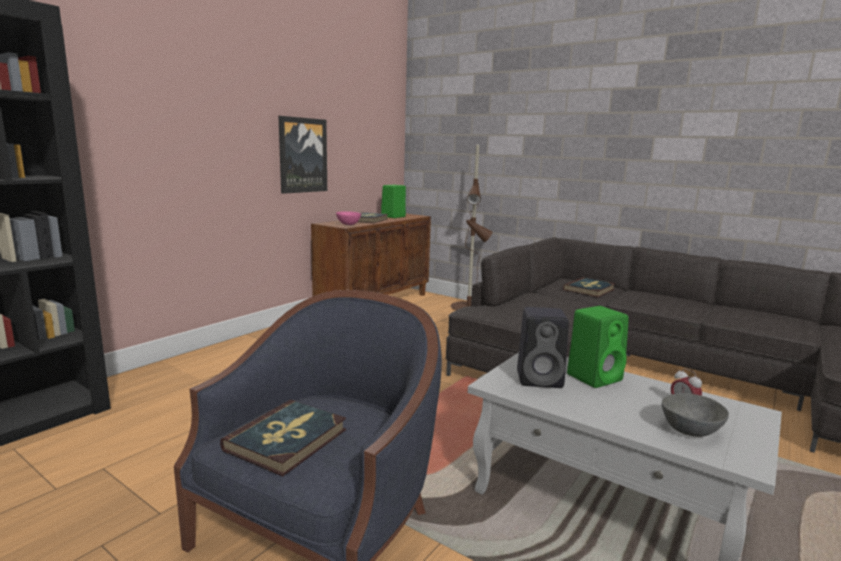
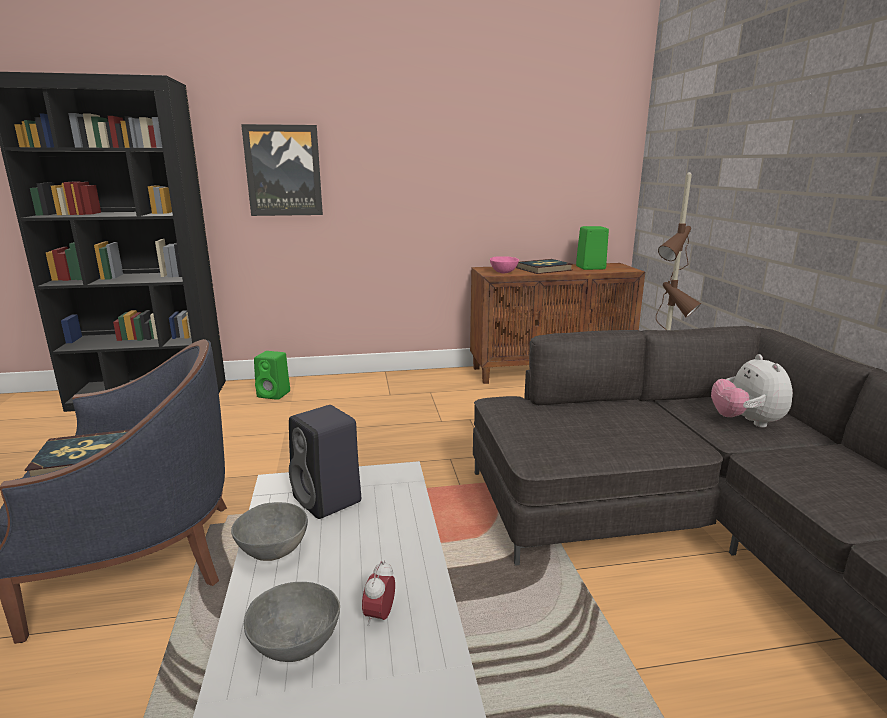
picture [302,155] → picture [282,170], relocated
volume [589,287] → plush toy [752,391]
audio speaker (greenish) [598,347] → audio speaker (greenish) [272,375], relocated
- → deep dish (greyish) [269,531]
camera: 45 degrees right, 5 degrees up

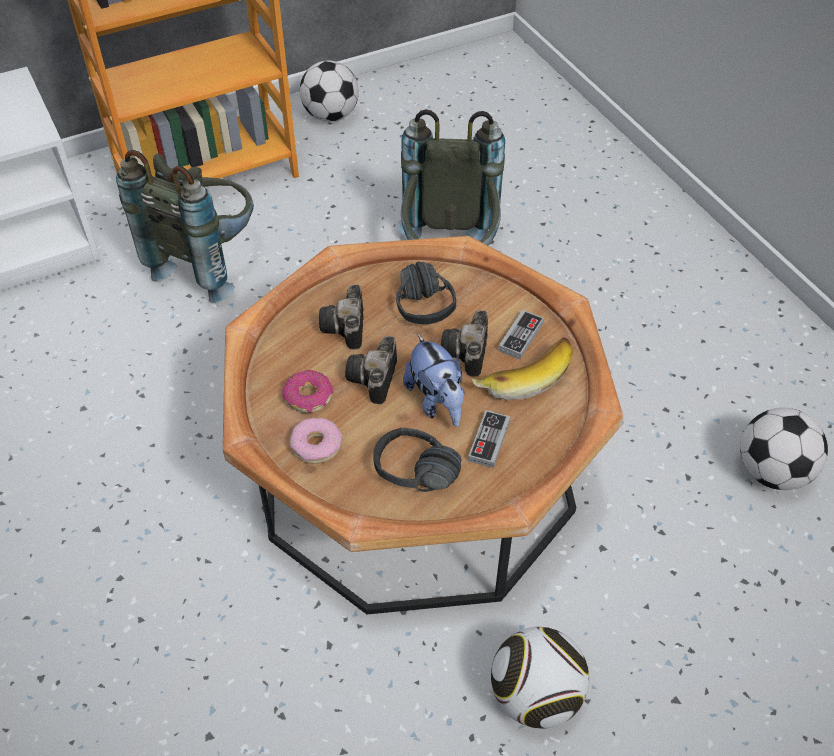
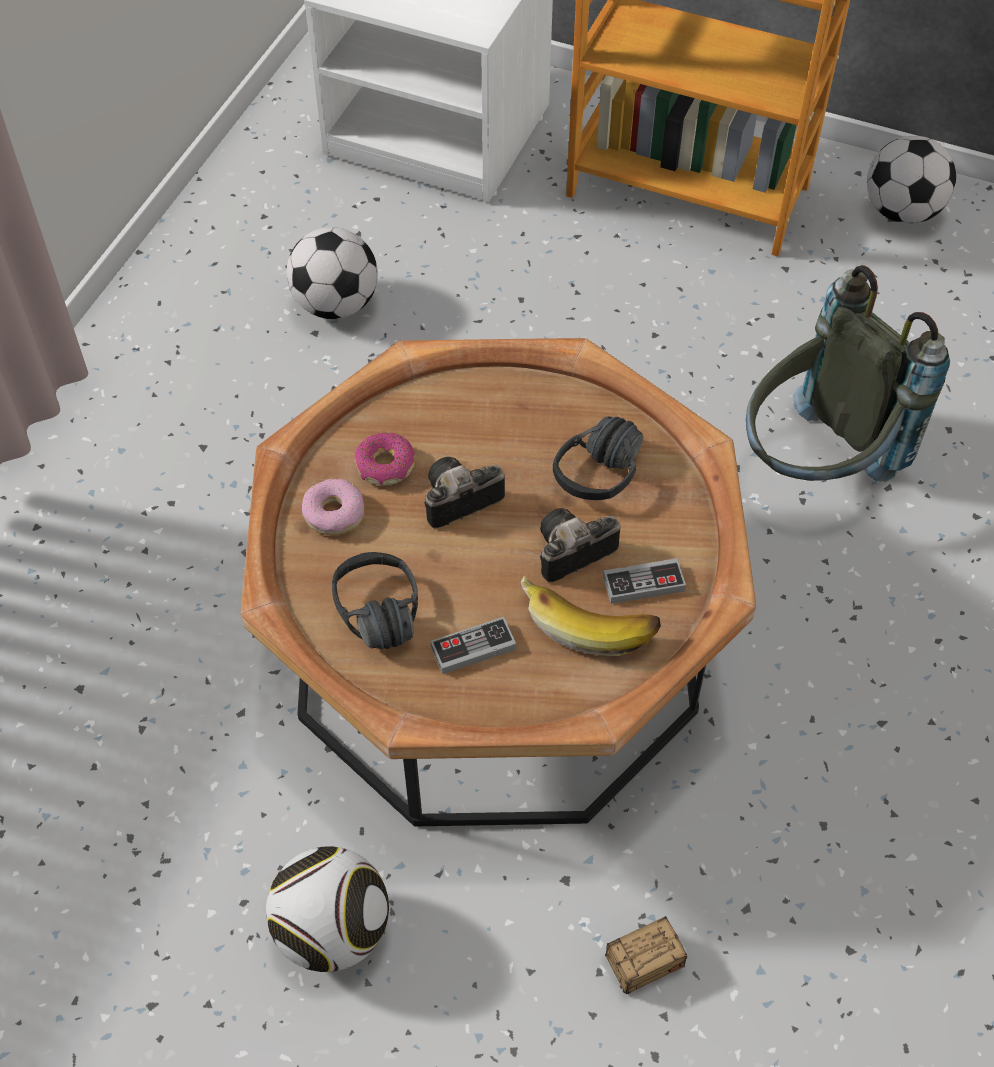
backpack (greyish) [185,226] → -
photo camera [341,317] → -
plush toy [434,380] → -
football [784,449] → football [332,273], relocated
- → storage bin [681,920]
camera: 50 degrees right, 5 degrees up

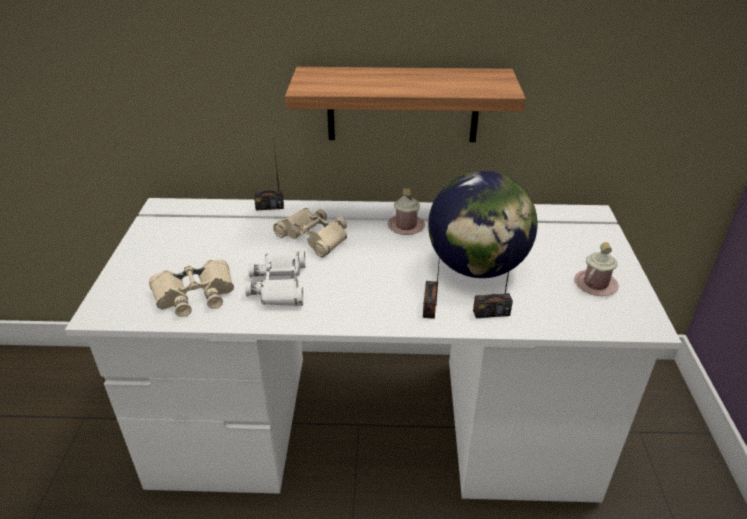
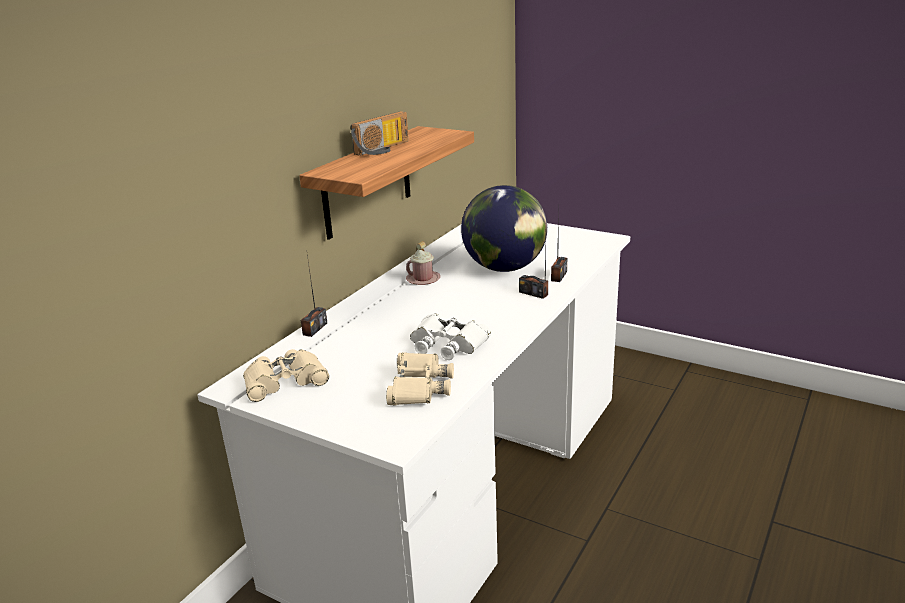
binoculars (beige) [310,232] → binoculars (beige) [286,375], relocated
coffee mug (pink-coloured) [596,269] → -
- → radio [380,133]
camera: 60 degrees left, 10 degrees down

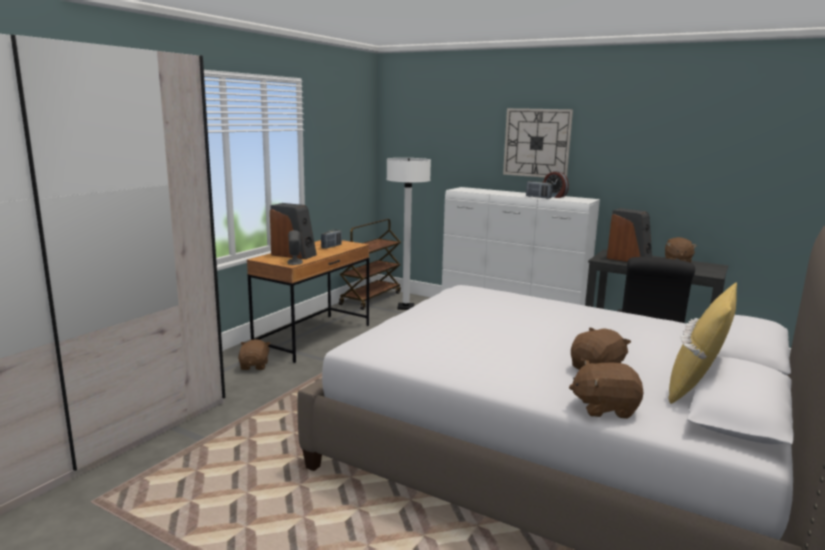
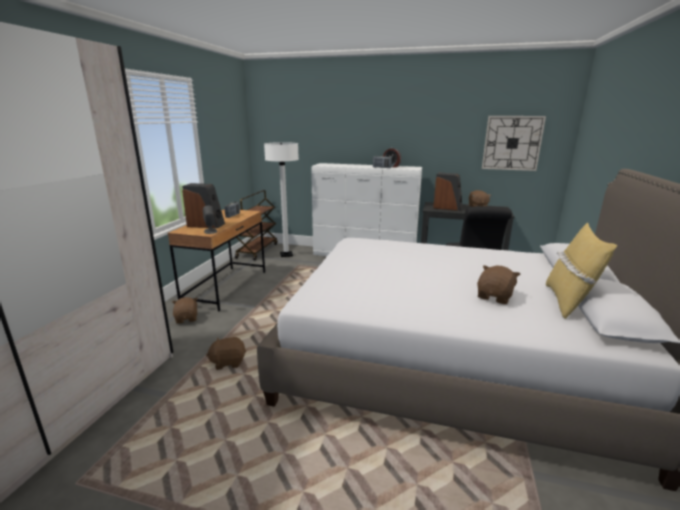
hanging clock [538,143] → hanging clock [514,143], relocated
plush toy (brownish) [606,389] → plush toy (brownish) [226,353], relocated
camera: 15 degrees left, 5 degrees up

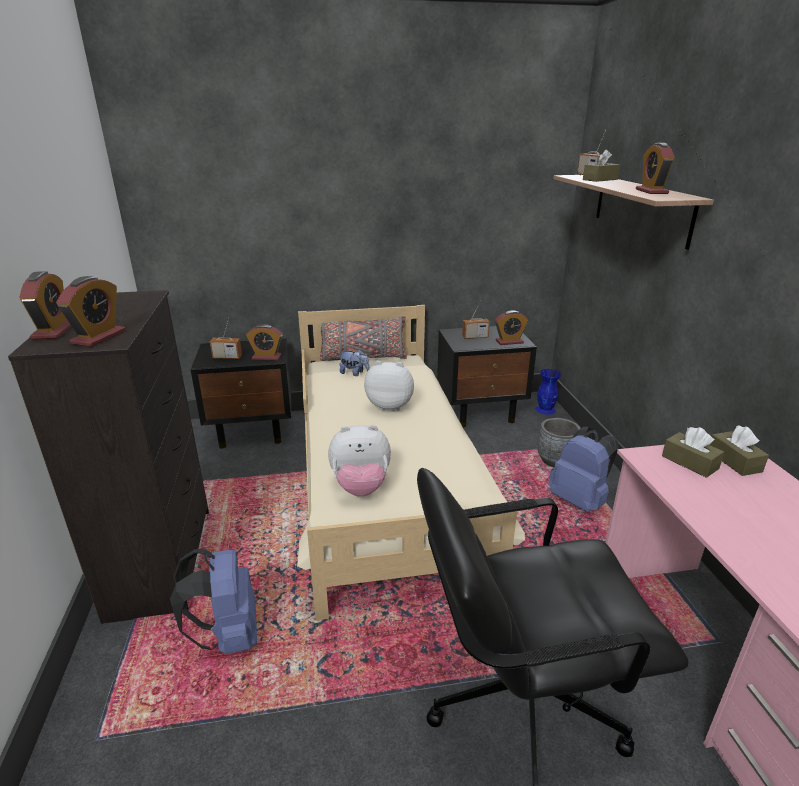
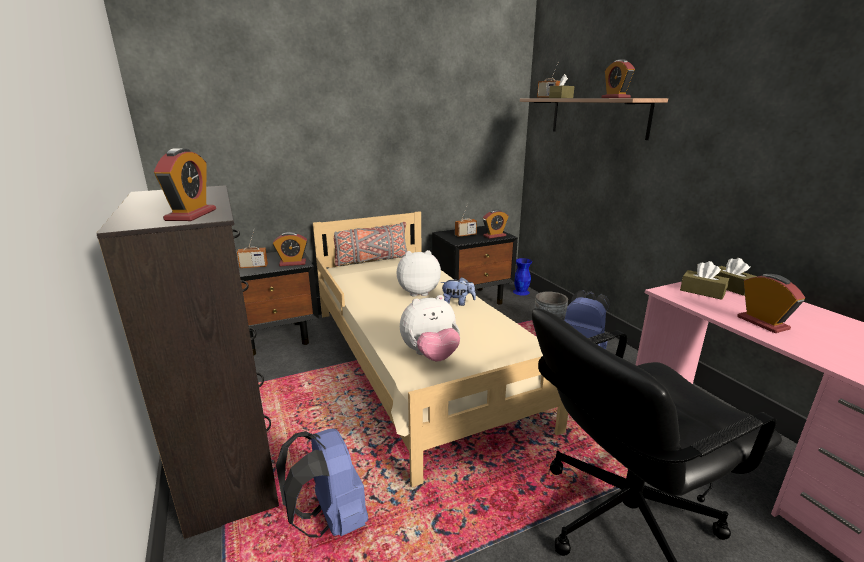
alarm clock [45,305] → alarm clock [771,303], relocated
plush toy [354,362] → plush toy [458,291], relocated
camera: 15 degrees left, 5 degrees down

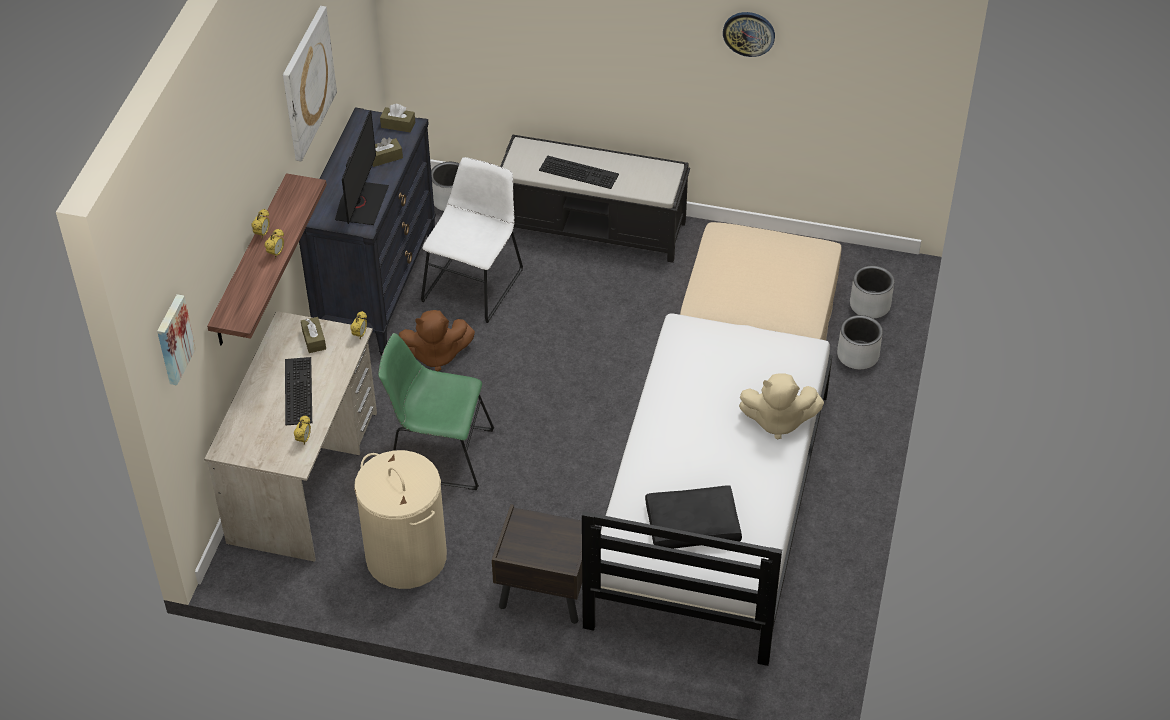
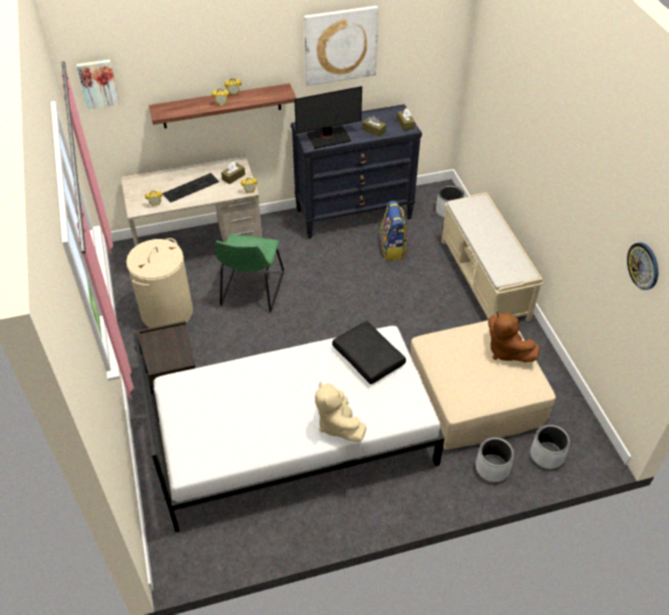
hanging clock [749,34] → hanging clock [642,266], relocated
bench (black-coloured) [595,199] → bench (beige) [492,256]
computer keyboard [579,172] → -
plain chair (white) [472,240] → backpack [393,230]
plush toy (brownish) [437,340] → plush toy (brownish) [513,336], relocated
plain chair (greenish) [436,411] → plain chair (greenish) [249,273], 150 degrees counterclockwise
cushion (black-coloured) [693,517] → cushion (black-coloured) [369,353], relocated
camera: 60 degrees right, 0 degrees up

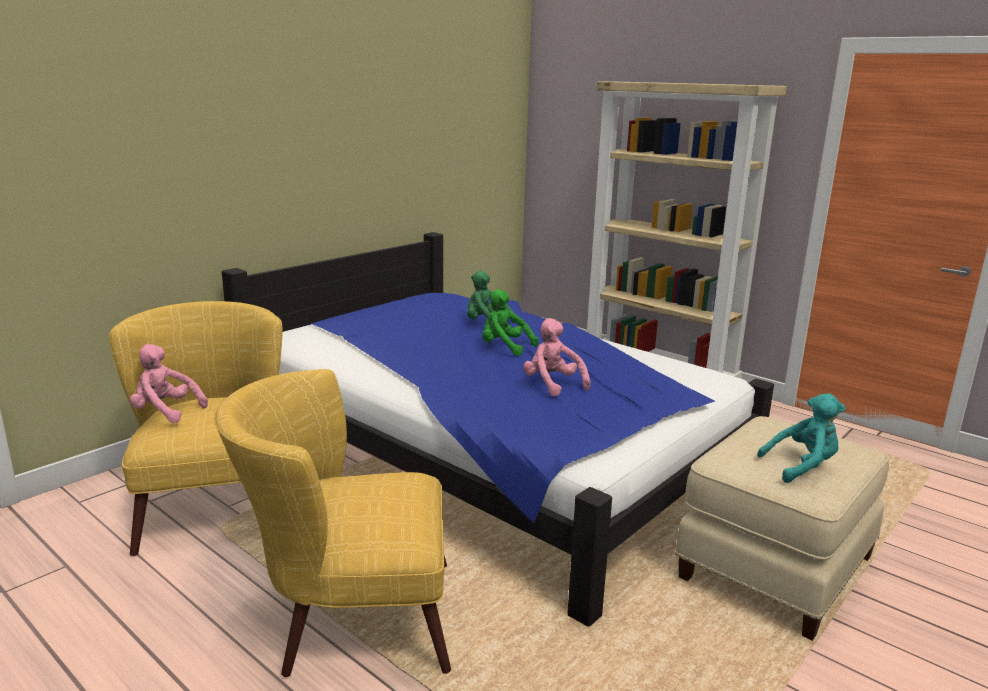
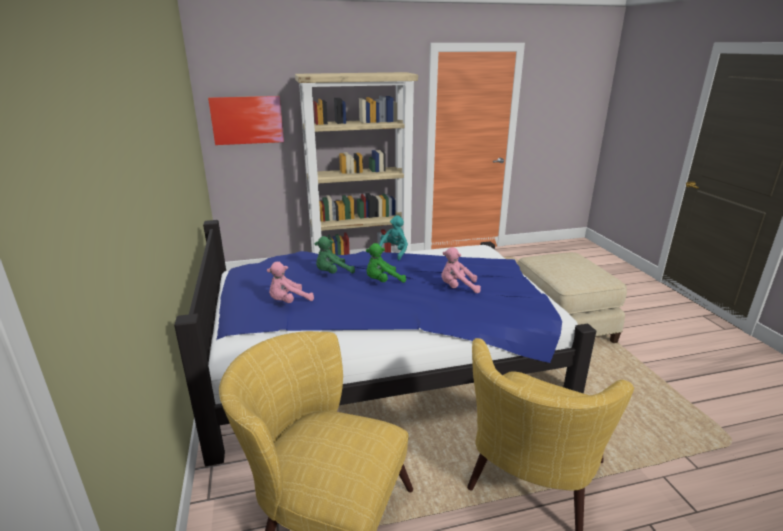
plush toy (pink-coloured) [169,383] → plush toy (pink-coloured) [290,282], relocated
plush toy (blue-green) [801,438] → plush toy (blue-green) [393,237], relocated
- → picture [246,120]
camera: 55 degrees left, 5 degrees up

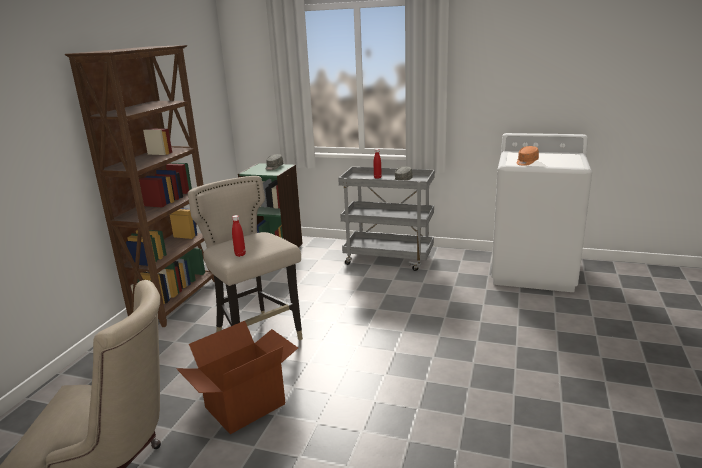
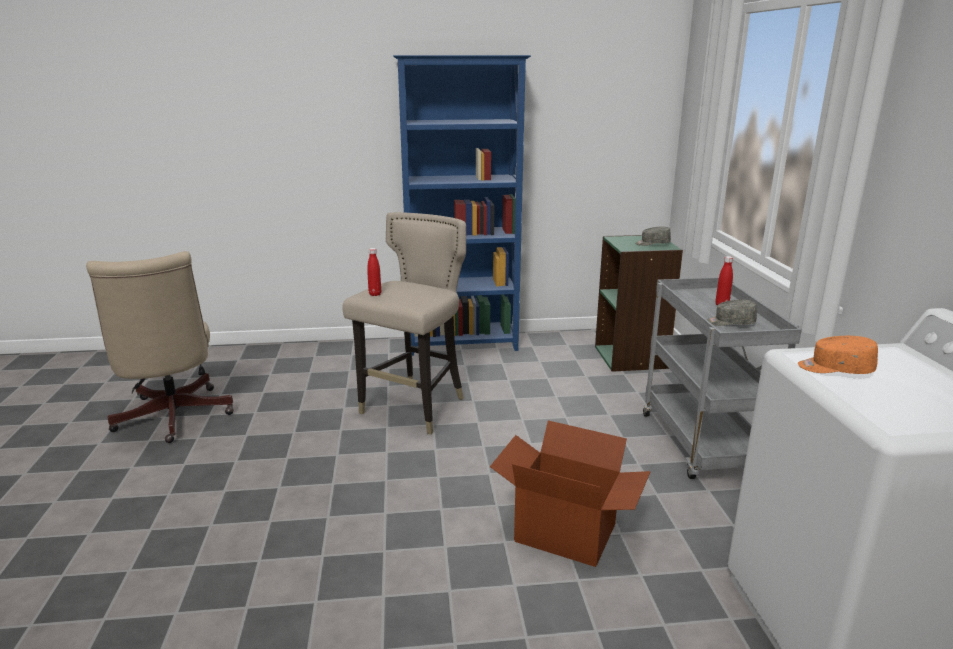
bookcase (brownish) [140,186] → bookcase (bluish) [462,205]
packing box [237,377] → packing box [570,493], relocated
camera: 65 degrees right, 0 degrees up

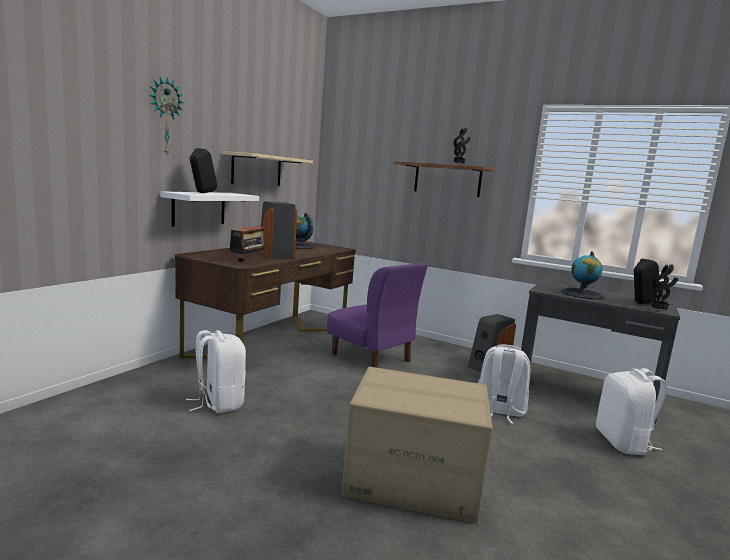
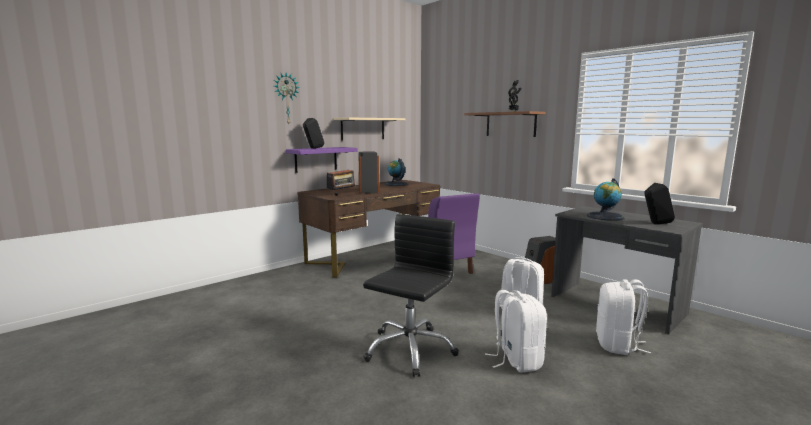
shelf (white) [210,209] → shelf (purple-coloured) [322,160]
plant in a pot [664,287] → -
backpack (white) [216,371] → backpack (white) [516,331], relocated
packing box [417,445] → desk chair (black-coloured) [411,295]
camera: 20 degrees right, 0 degrees up

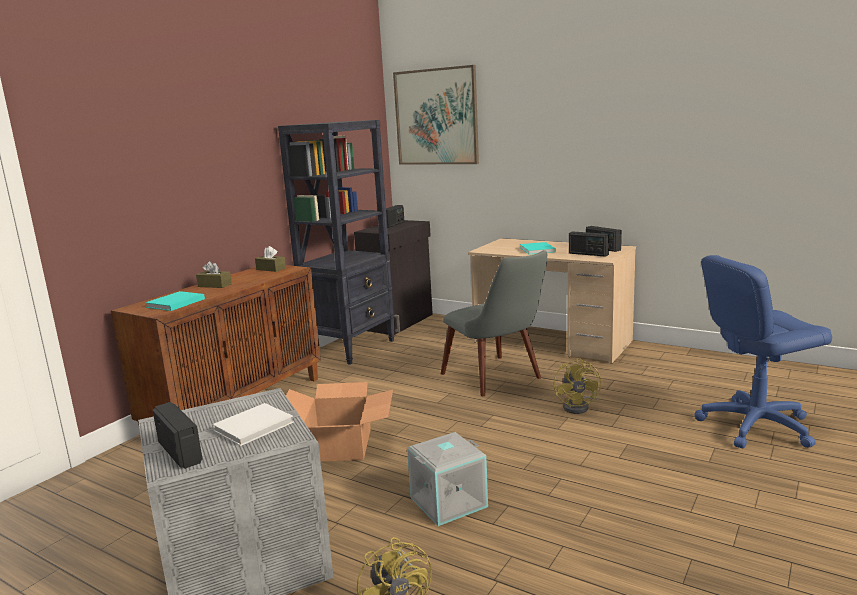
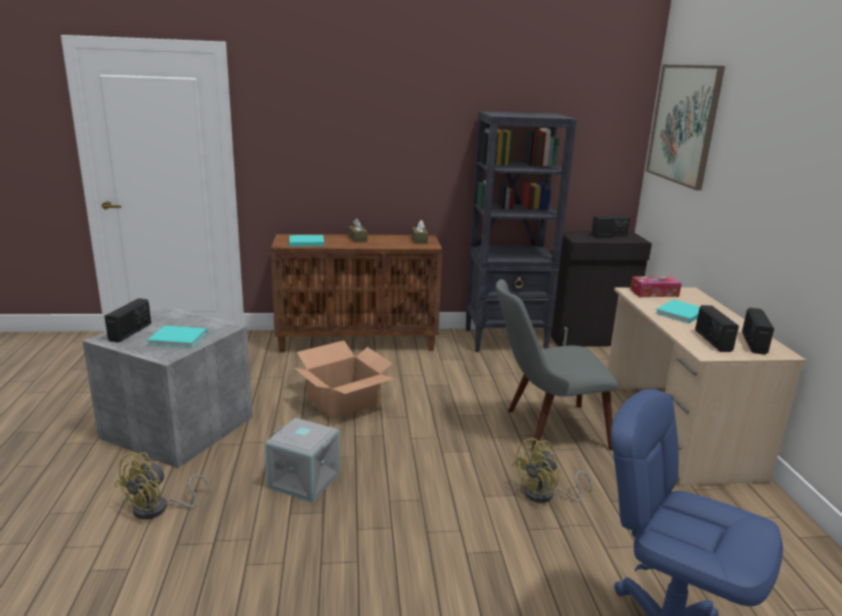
plain chair (greyish) [494,323] → plain chair (greyish) [557,365], 60 degrees clockwise
volume (white) [253,424] → volume (blue-green) [177,337]
- → box of tissues [656,287]
camera: 50 degrees right, 5 degrees up

